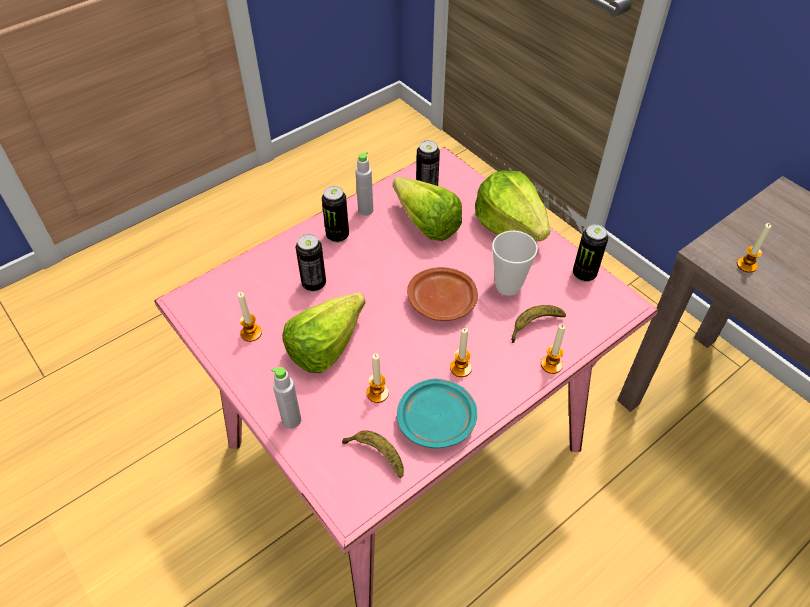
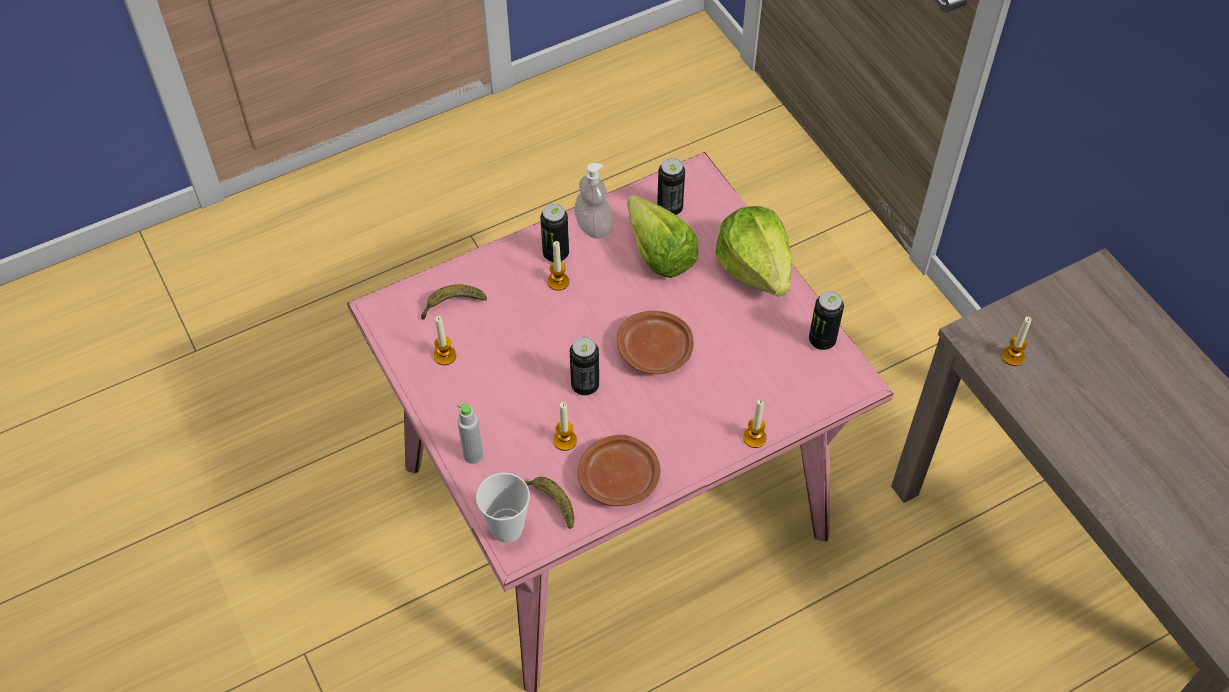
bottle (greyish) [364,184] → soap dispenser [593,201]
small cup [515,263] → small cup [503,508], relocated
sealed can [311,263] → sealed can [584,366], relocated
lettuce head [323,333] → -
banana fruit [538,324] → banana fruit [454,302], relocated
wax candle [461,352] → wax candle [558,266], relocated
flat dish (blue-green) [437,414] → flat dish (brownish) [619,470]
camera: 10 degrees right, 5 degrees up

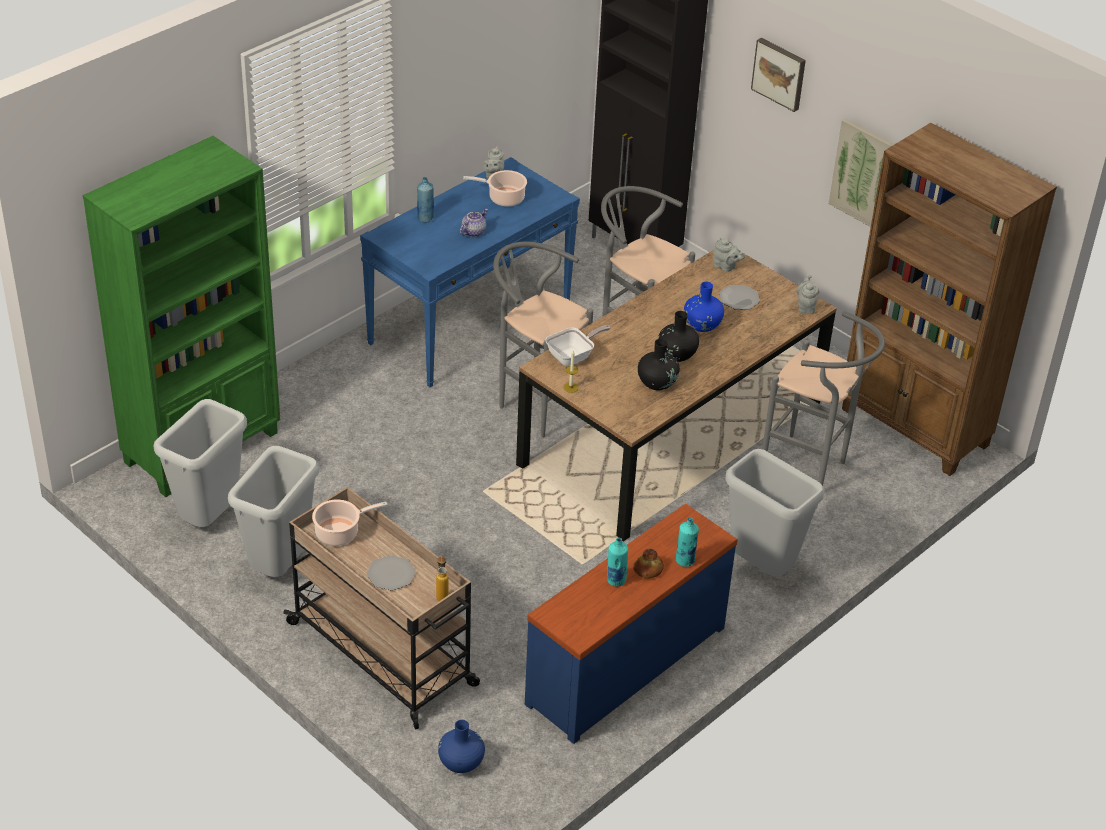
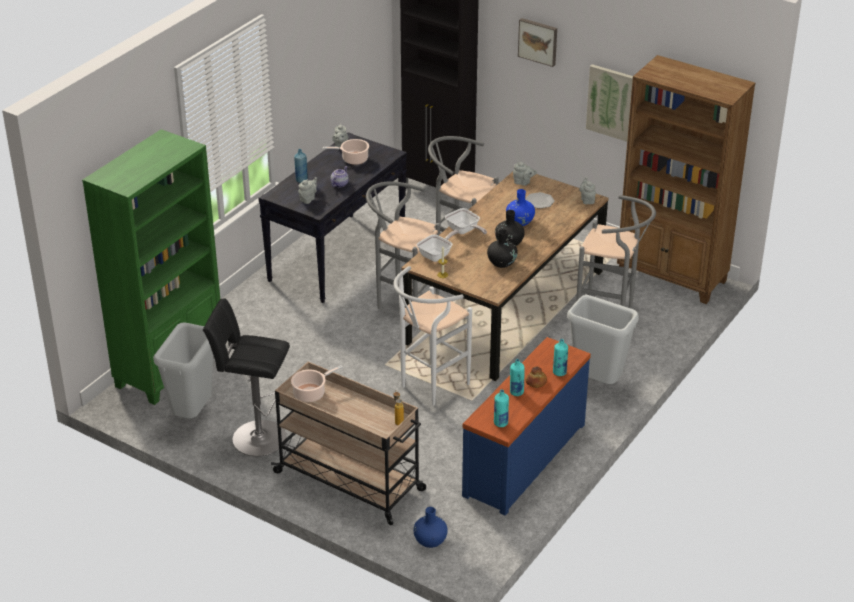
narrow table (bluish) [470,272] → narrow table (black-coloured) [333,217]
waste bin (greyish) [273,511] → stool (black-coloured) [246,377]
flat dish [391,573] → -
- → teapot (greyish) [308,190]
- → pan [466,221]
- → stool (white) [432,336]
- → bottle (blue-green) [501,408]
camera: 10 degrees left, 5 degrees down

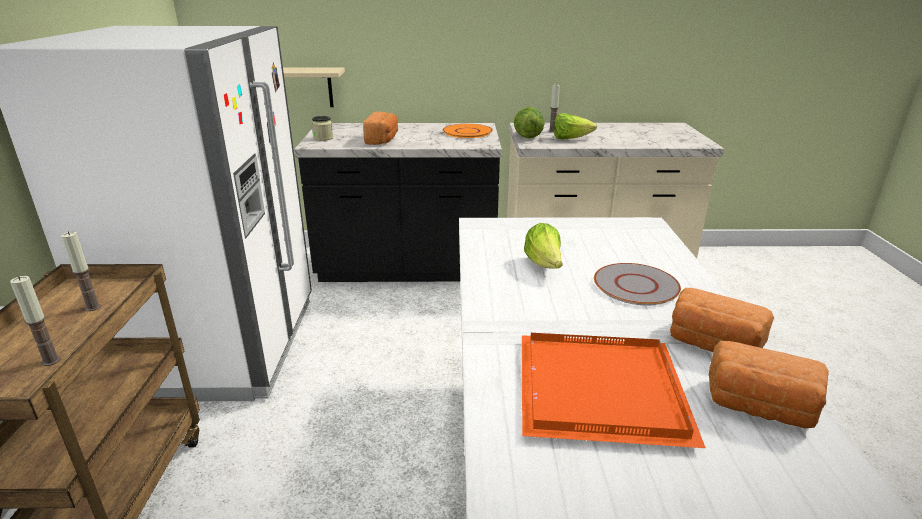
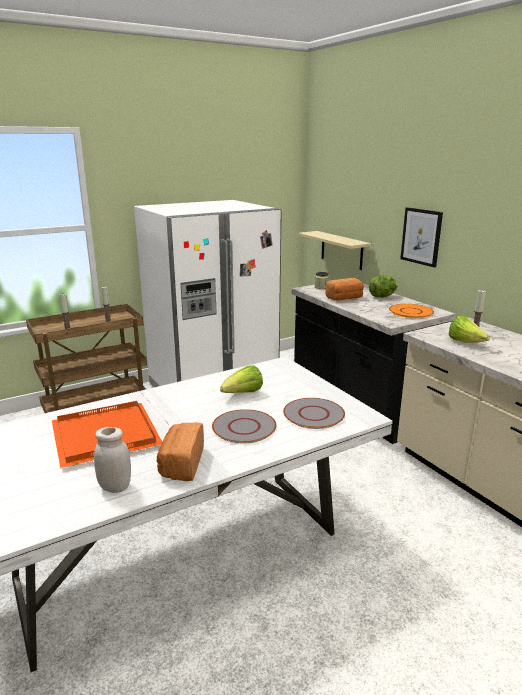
lettuce head [529,122] → lettuce head [383,286], relocated
bread [769,384] → preserve jar (white) [112,460]
- → picture [421,237]
- → flat dish (greyish) [314,413]
camera: 60 degrees right, 5 degrees down

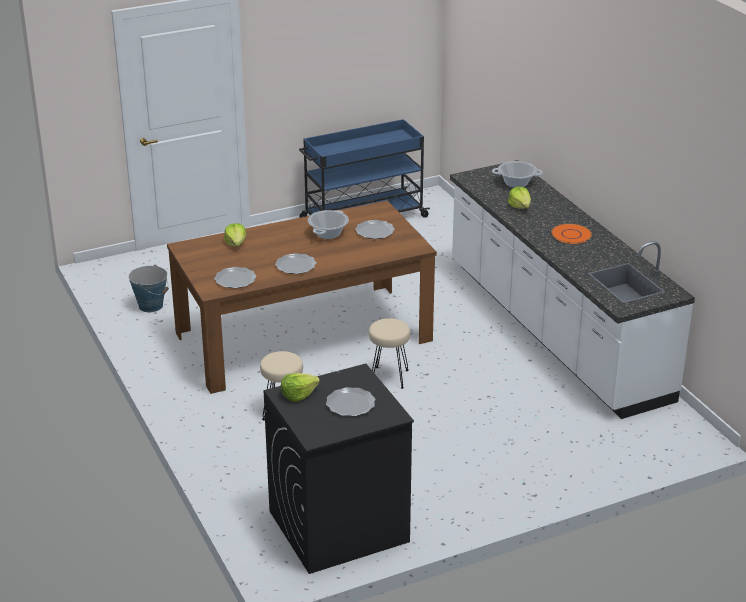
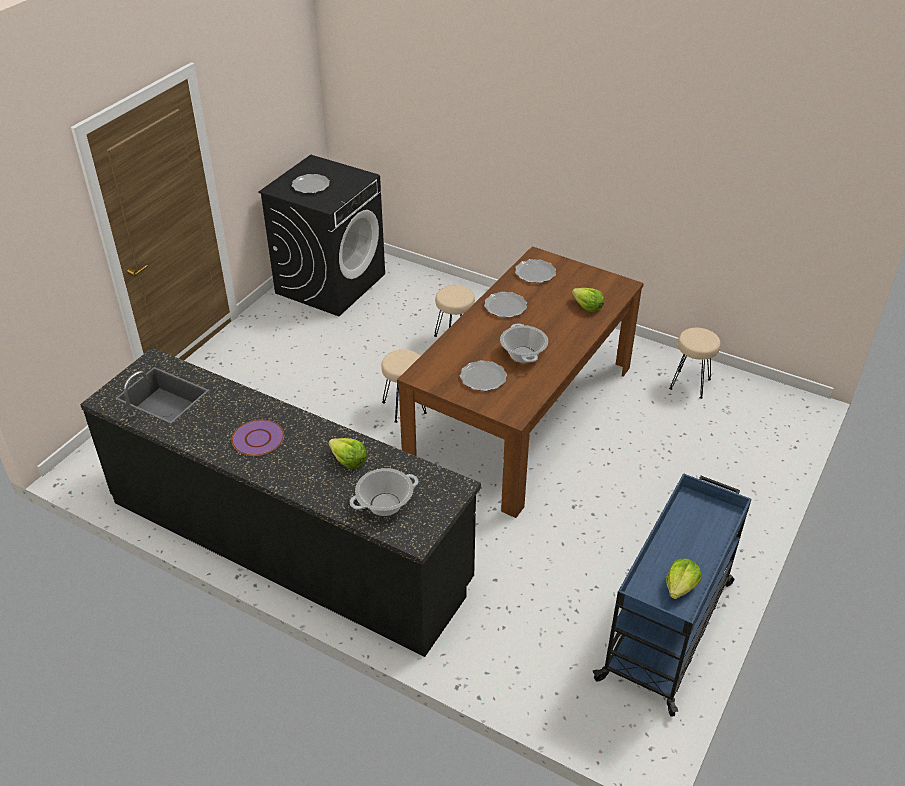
counter (white) [572,289] → counter (black-coloured) [280,502]
flat dish (orange) [571,234] → flat dish (purple-coloured) [258,438]
pail [148,288] → stool (beige) [695,363]
lettuce head [300,387] → lettuce head [684,578], relocated
camera: 145 degrees right, 10 degrees up

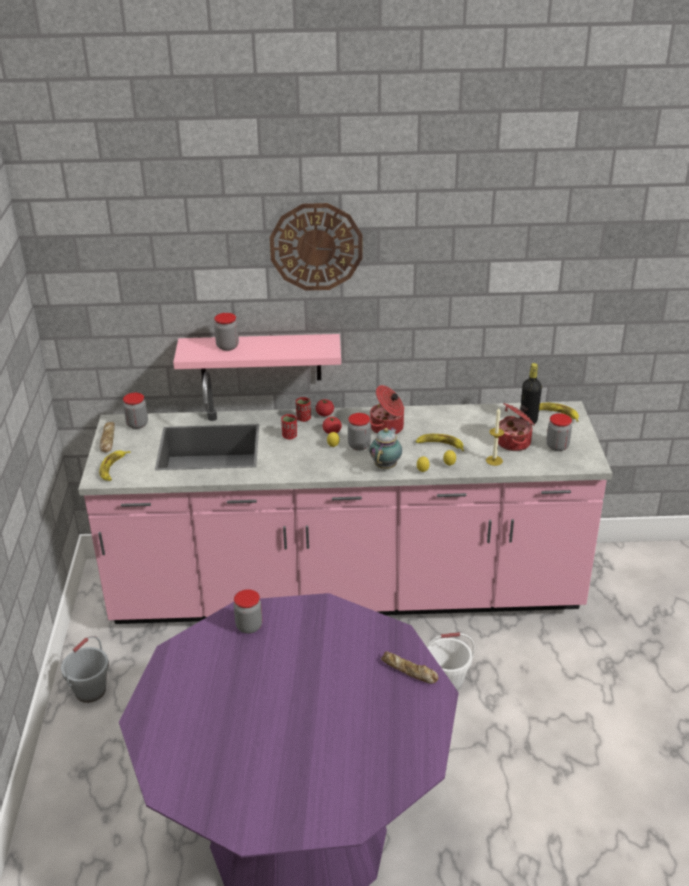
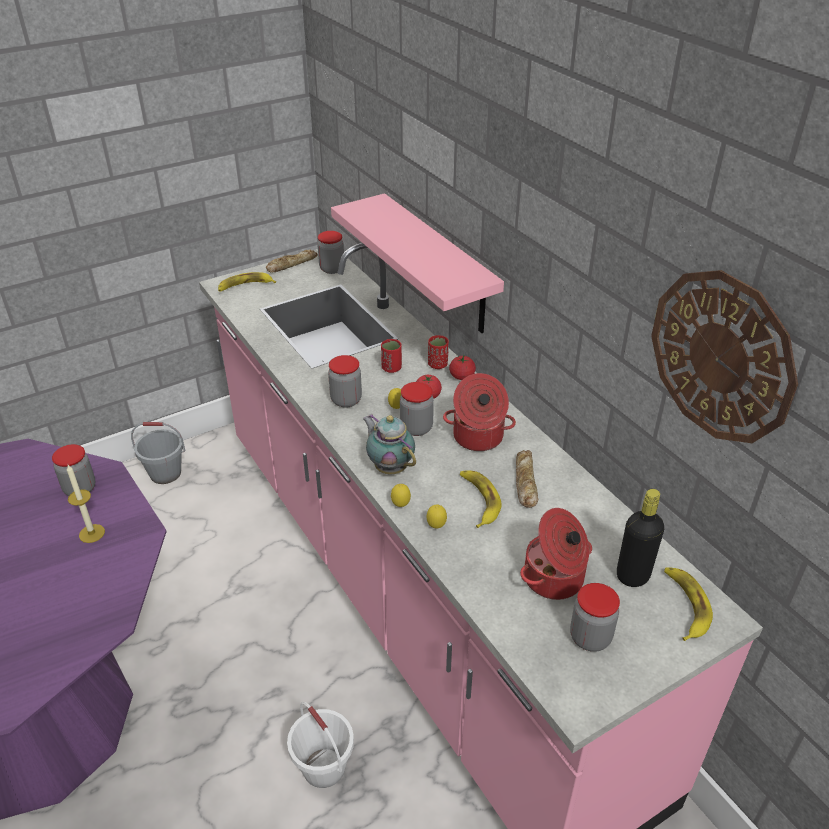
hanging clock [316,246] → hanging clock [724,356], relocated
preserve jar [226,332] → preserve jar [345,381], relocated
wax candle [495,437] → wax candle [86,504], relocated
teapot [385,448] → teapot [389,444], 120 degrees counterclockwise
bread [409,668] → bread [527,479], relocated
camera: 60 degrees right, 5 degrees up

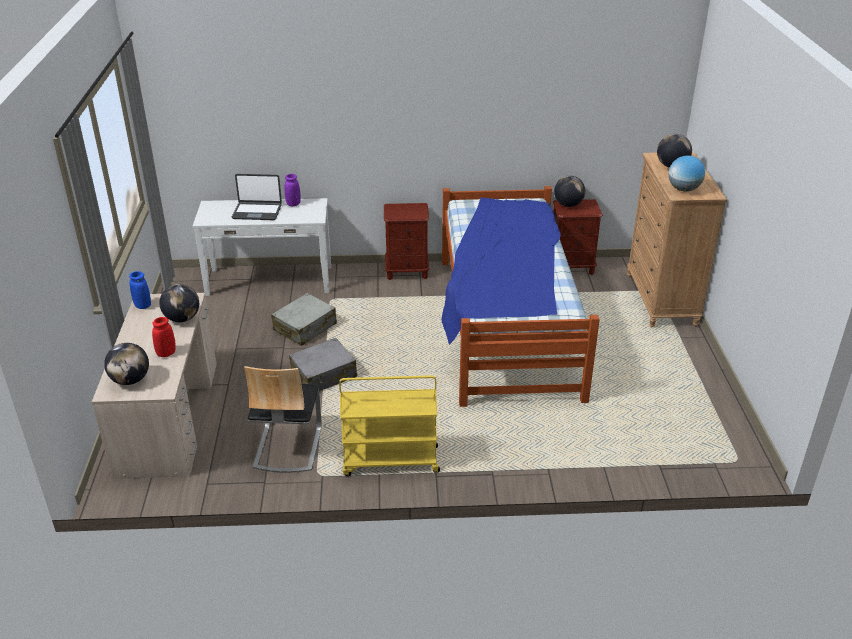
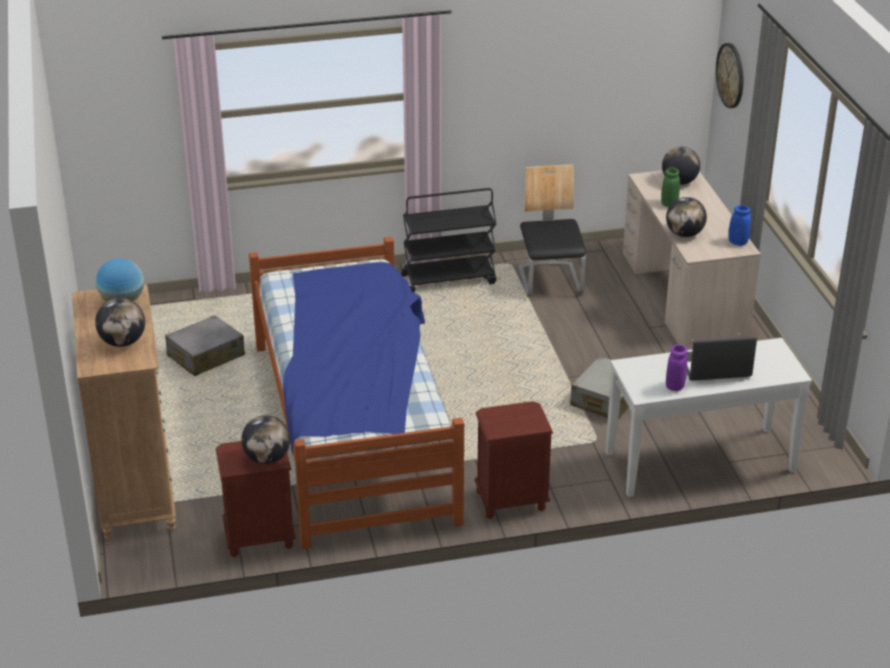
flower vase (red-coloured) [164,337] → flower vase (greenish) [670,187]
suitcase (greyish) [323,364] → suitcase (greyish) [205,345], relocated
cart (yellow-coloured) [389,425] → cart (black-coloured) [449,240]
- → hanging clock [729,75]
camera: 170 degrees right, 0 degrees up

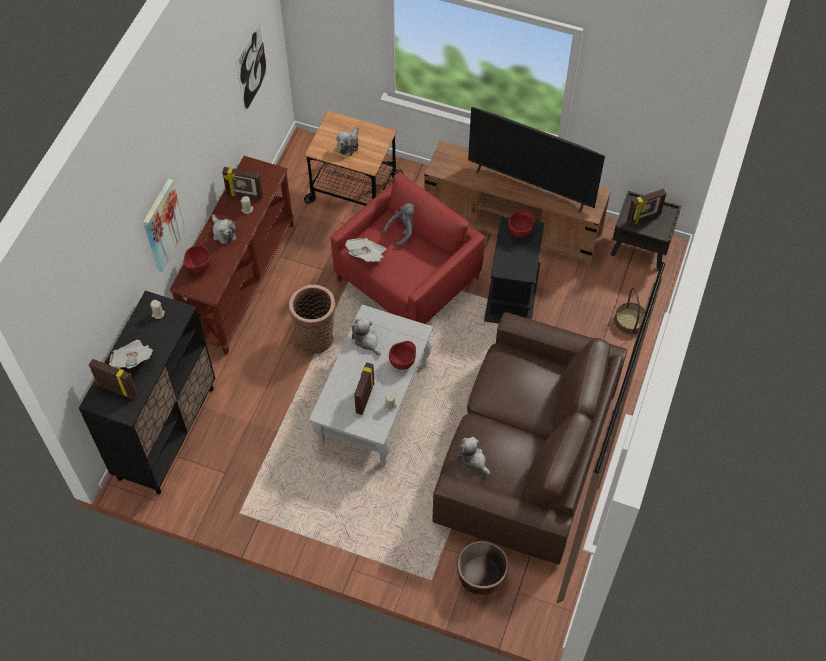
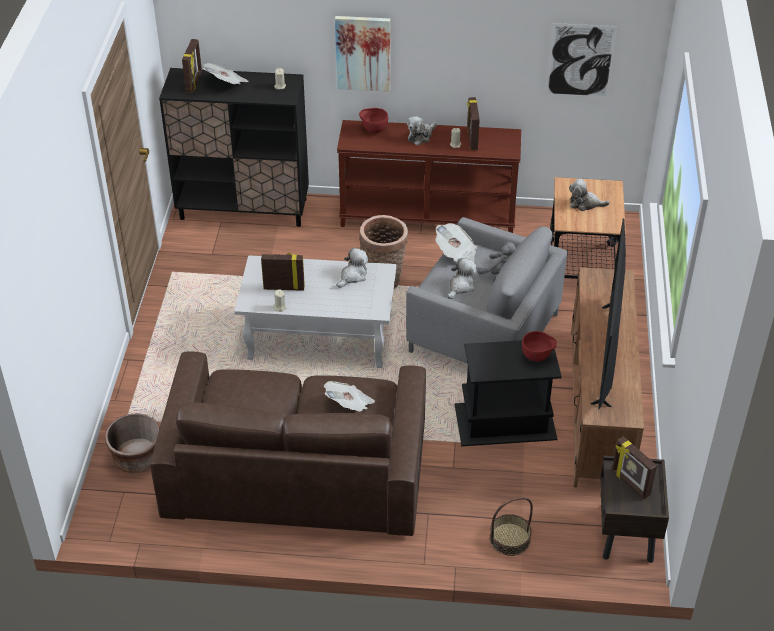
lounge chair (red-coloured) [408,248] → lounge chair (greyish) [486,290]
deep dish (red-coloured) [402,355] → -
plush toy [474,456] → plush toy [462,278], relocated
- → newspaper [349,396]
camera: 75 degrees right, 15 degrees down

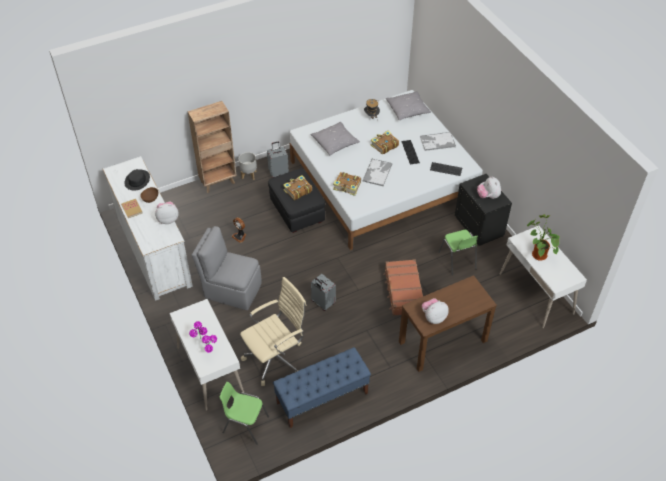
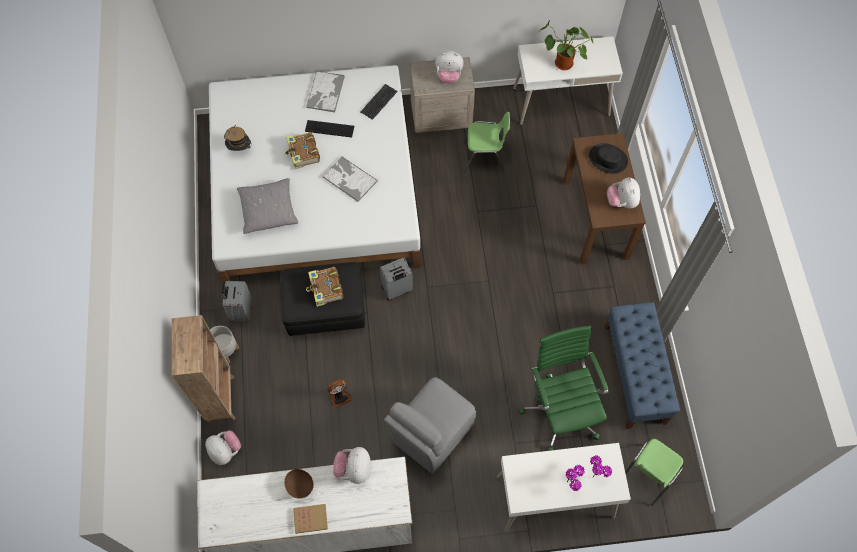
cushion (greyish) [408,105] → -
clothing hat (black-coloured) [137,179] → clothing hat (black-coloured) [608,158], relocated
volume [347,184] → -
night table (black-coloured) [483,210] → night table (beige) [442,95]
suitcase (brownish) [403,287] → -
suitcase (greyish) [323,292] → suitcase (greyish) [396,279], relocated
desk chair (beige) [273,331] → desk chair (greenish) [563,388]
- → plush toy [223,447]
camera: 70 degrees left, 15 degrees up

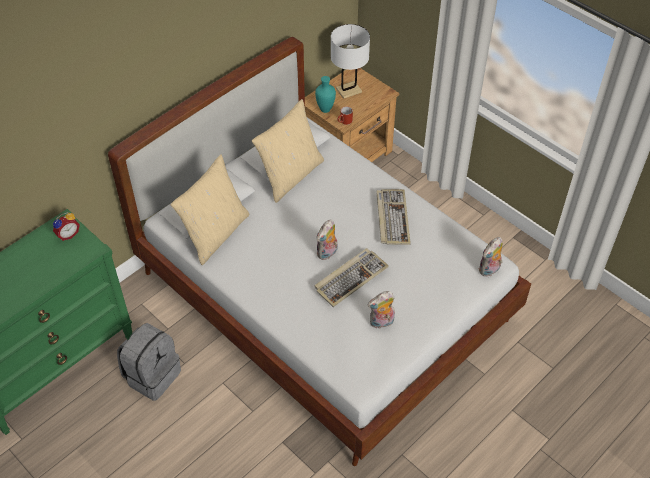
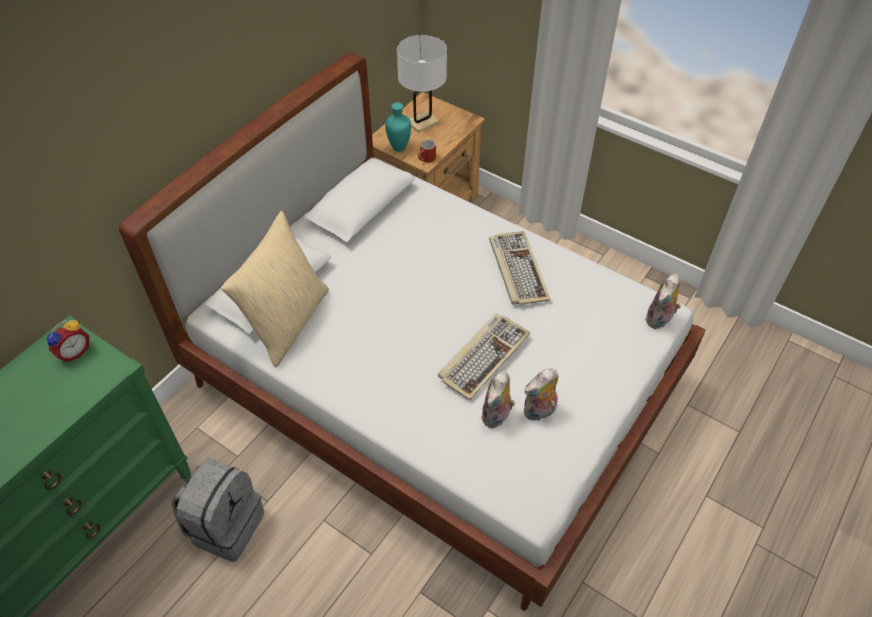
cushion (beige) [288,151] → -
plush toy [327,239] → plush toy [498,399], relocated
camera: 10 degrees left, 0 degrees up

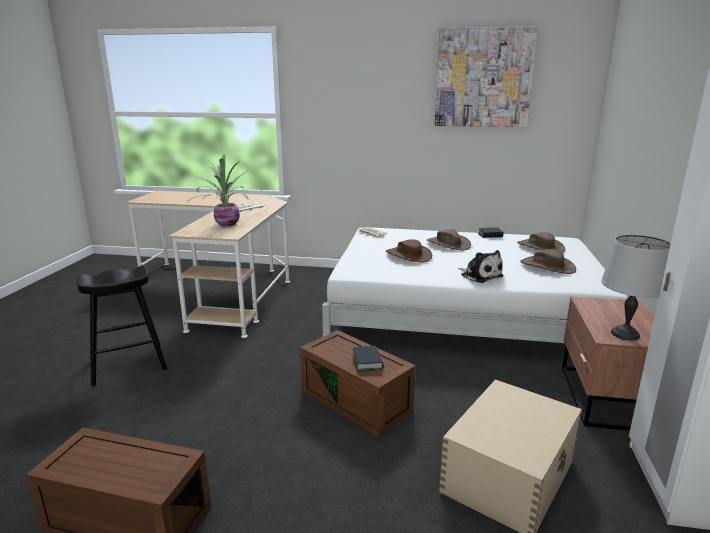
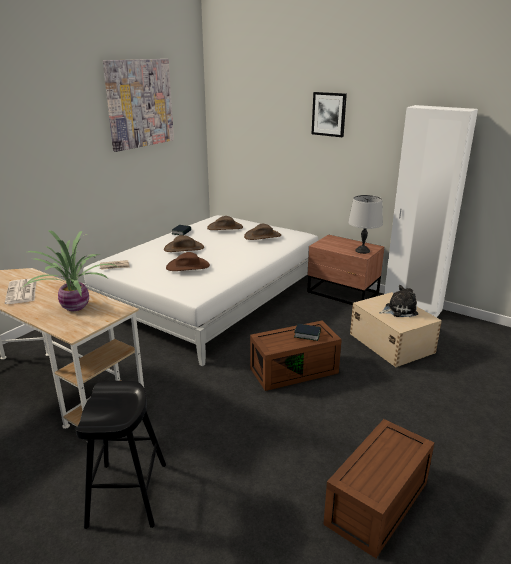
plush toy [481,266] → plush toy [398,301], relocated
- → picture [329,114]
camera: 65 degrees left, 5 degrees up

